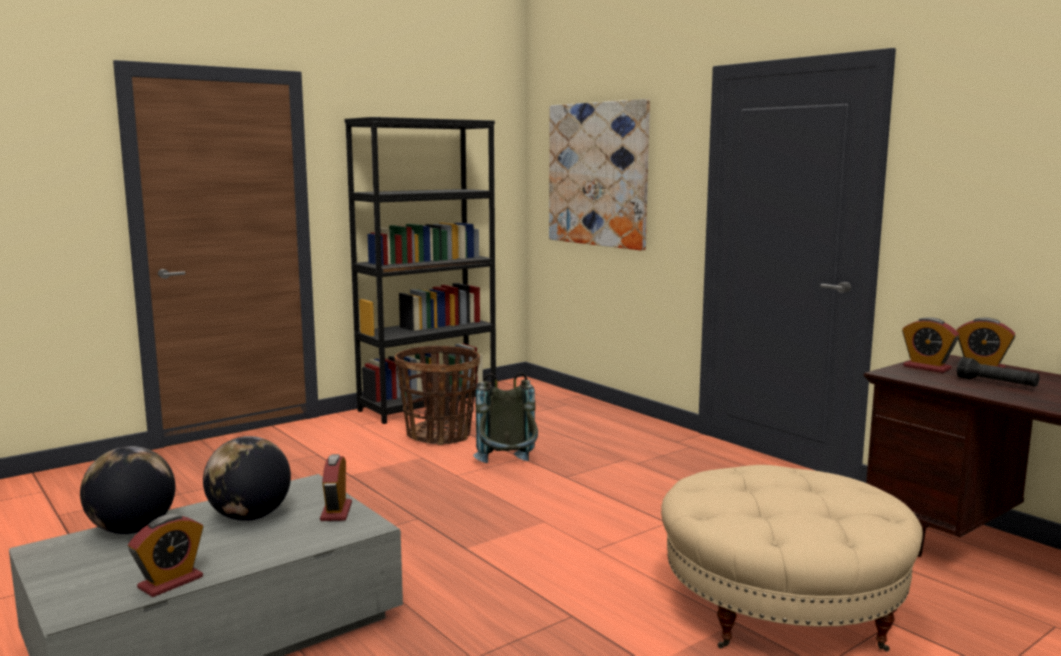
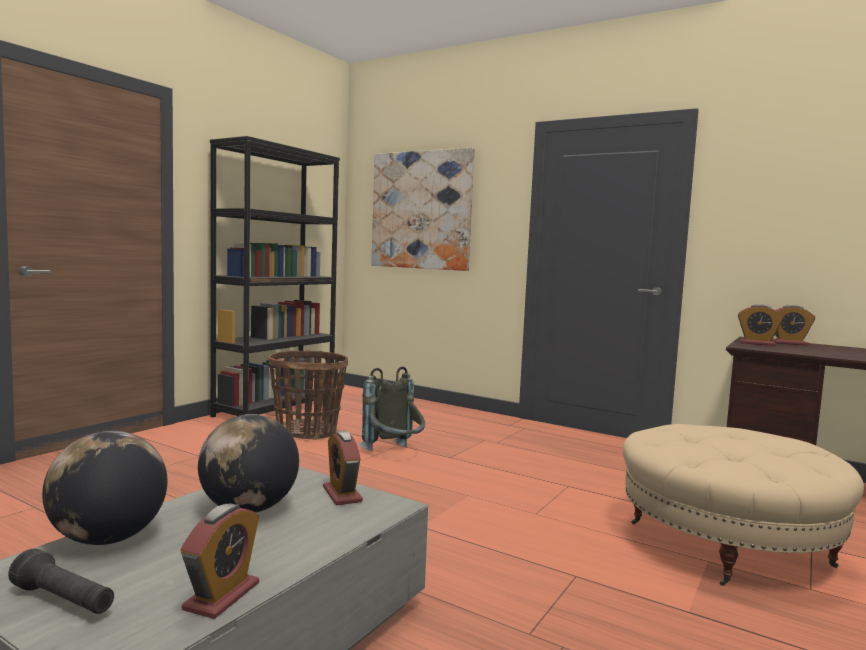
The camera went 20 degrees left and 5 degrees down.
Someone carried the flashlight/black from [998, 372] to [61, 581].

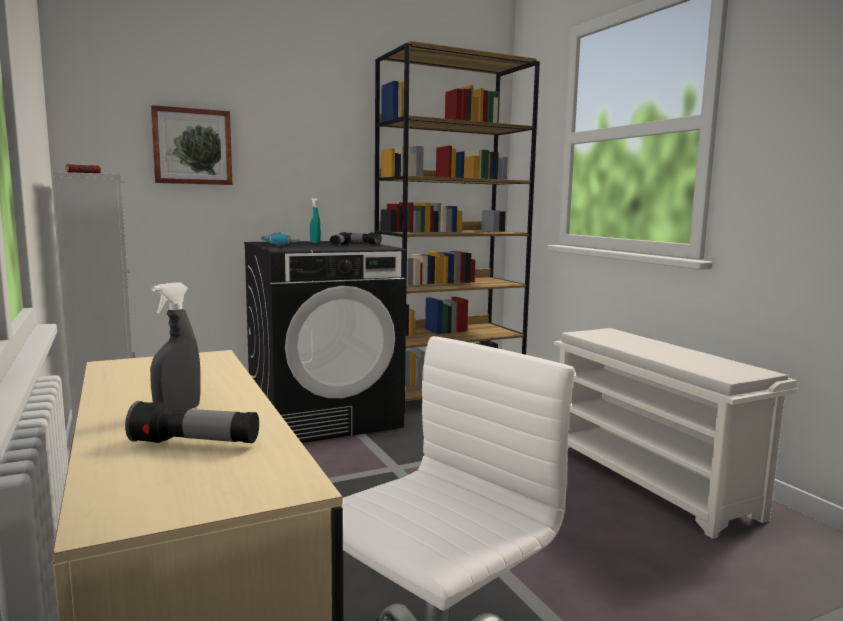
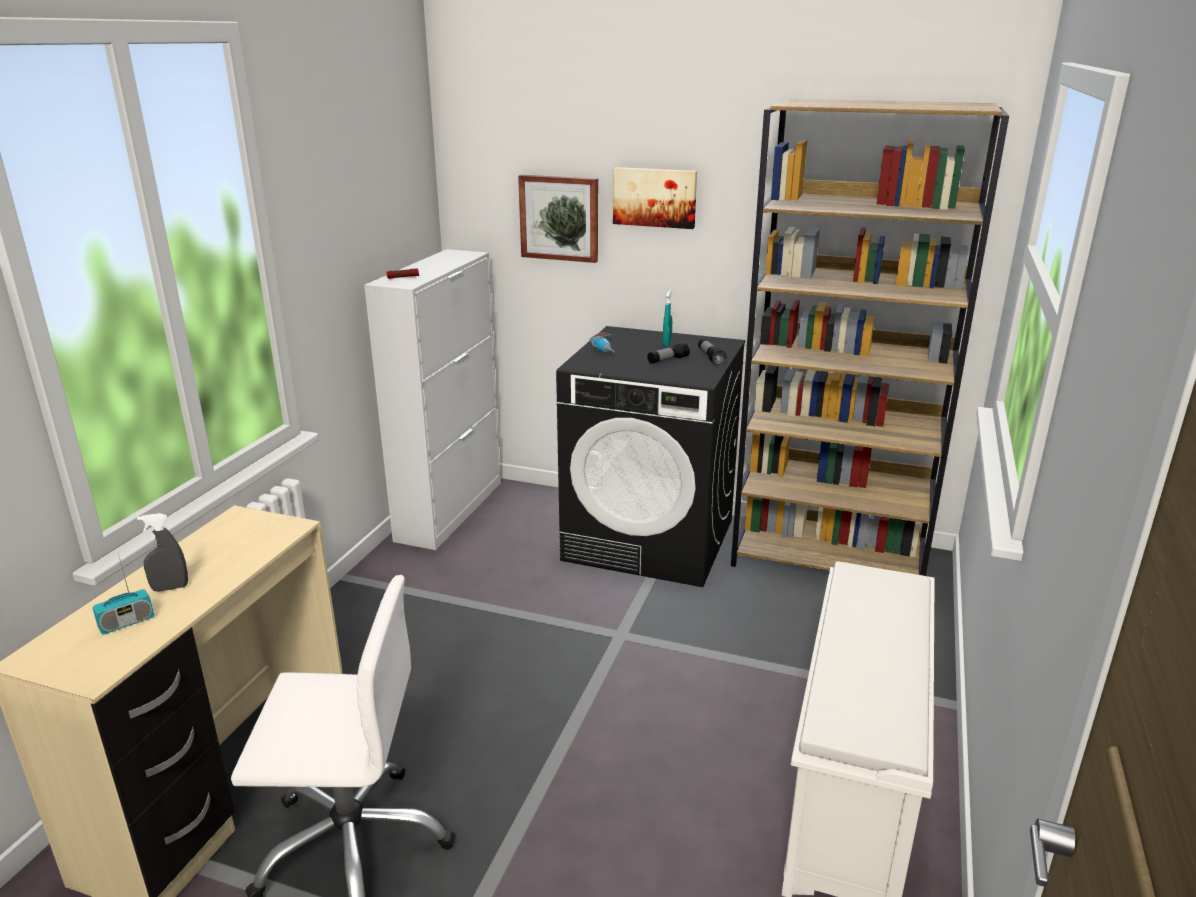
The camera went 45 degrees right and 15 degrees up.
Someone put up the picture at [655, 198].
Someone swapped the flashlight at [192, 422] for the radio at [123, 594].

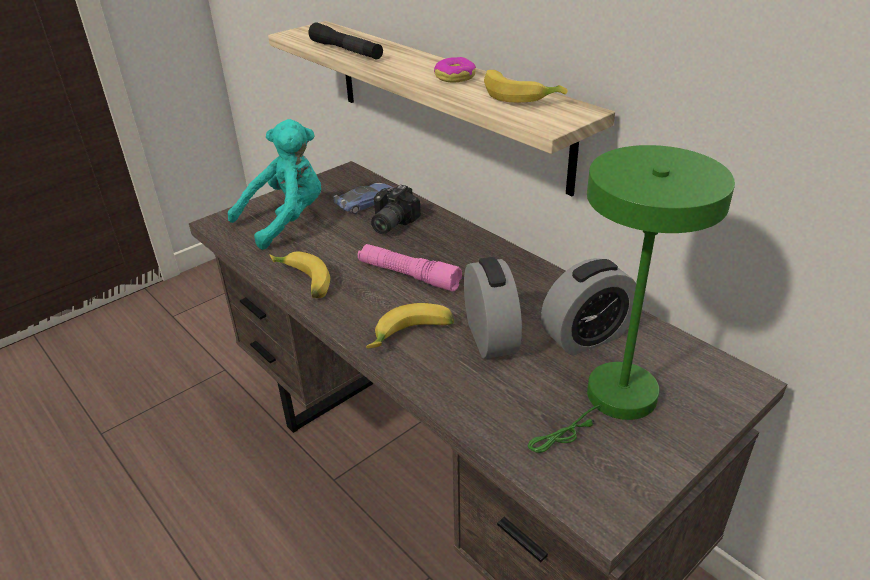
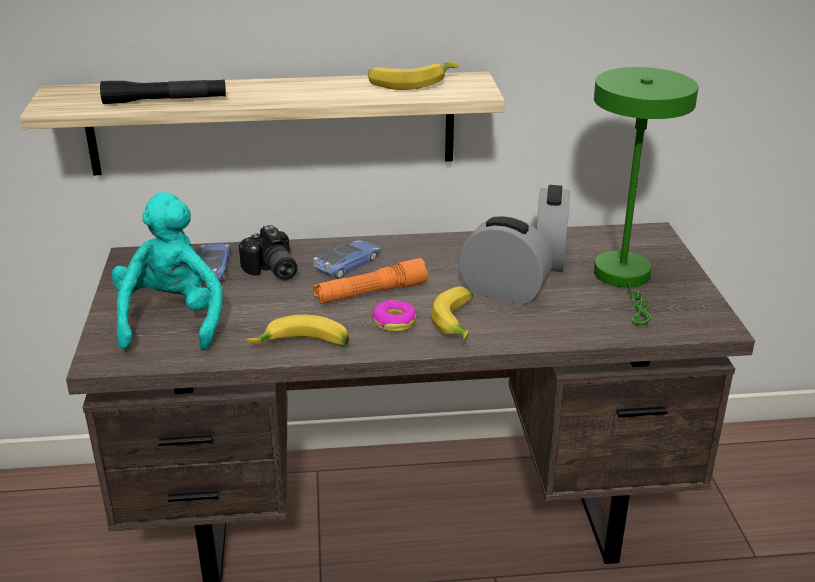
The camera went 55 degrees left and 5 degrees down.
Someone put down the toy car at [347, 259].
Someone carried the donut from [455, 70] to [394, 316].
Someone repainted the flashlight/pink at [410, 267], which became the flashlight/orange at [370, 281].

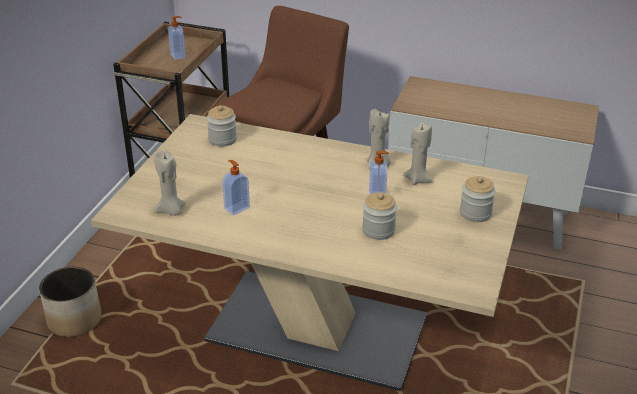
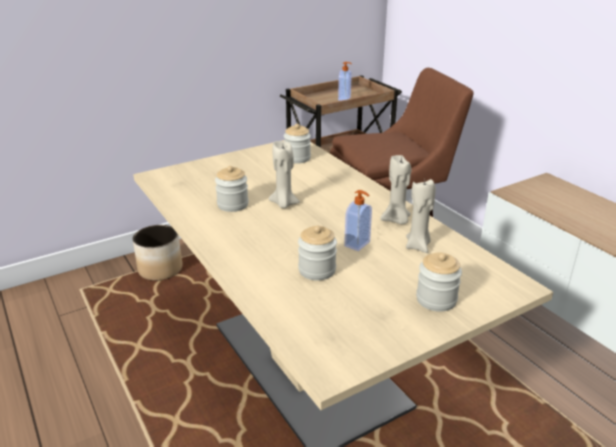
The camera went 40 degrees right and 5 degrees down.
Someone carried the candle/beige from [170, 183] to [284, 174].
Someone swapped the soap dispenser at [236, 187] for the jar at [232, 189].

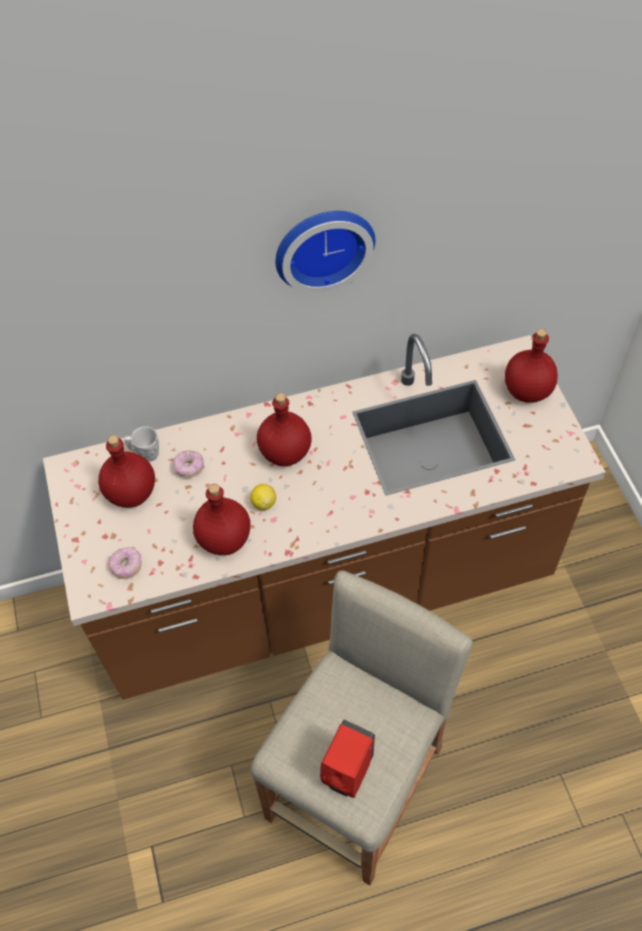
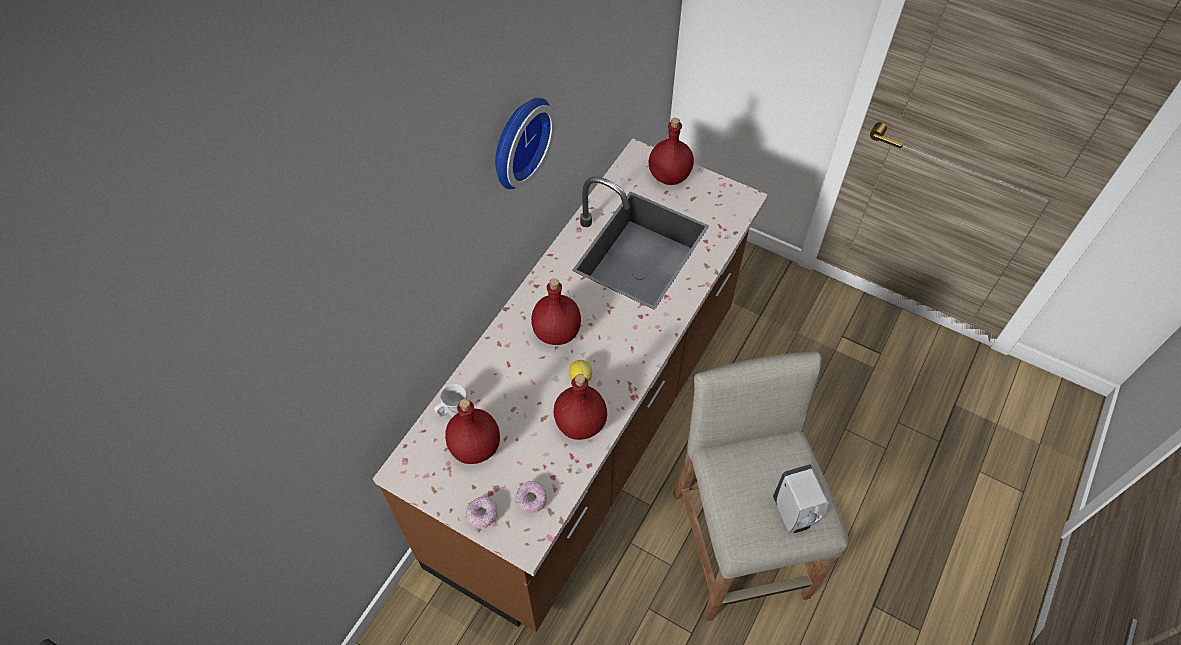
The camera went 45 degrees left and 0 degrees up.
Someone carried the donut from [188, 464] to [482, 512].
Someone repainted the soap dispenser/red at [347, 759], which became the soap dispenser/white at [801, 499].

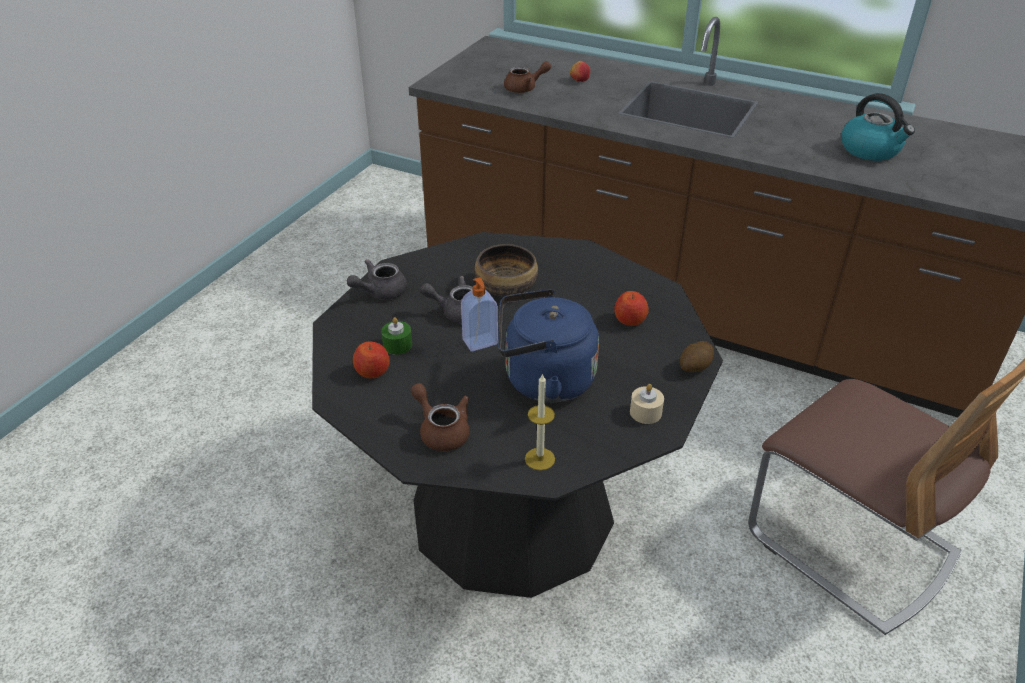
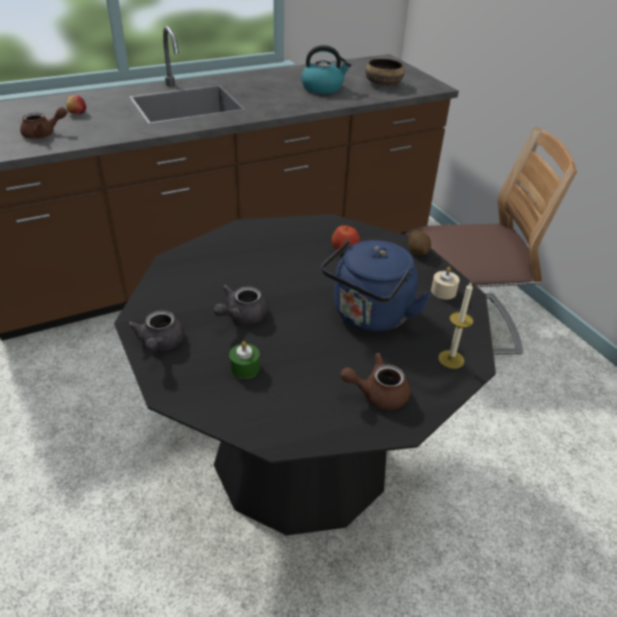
The camera went 55 degrees left and 0 degrees up.
Someone took away the apple at [371, 360].
Someone took away the soap dispenser at [479, 314].
Someone carried the bowl from [506, 270] to [384, 72].
Someone rotated the teapot/brown at [527, 77] by 45 degrees clockwise.

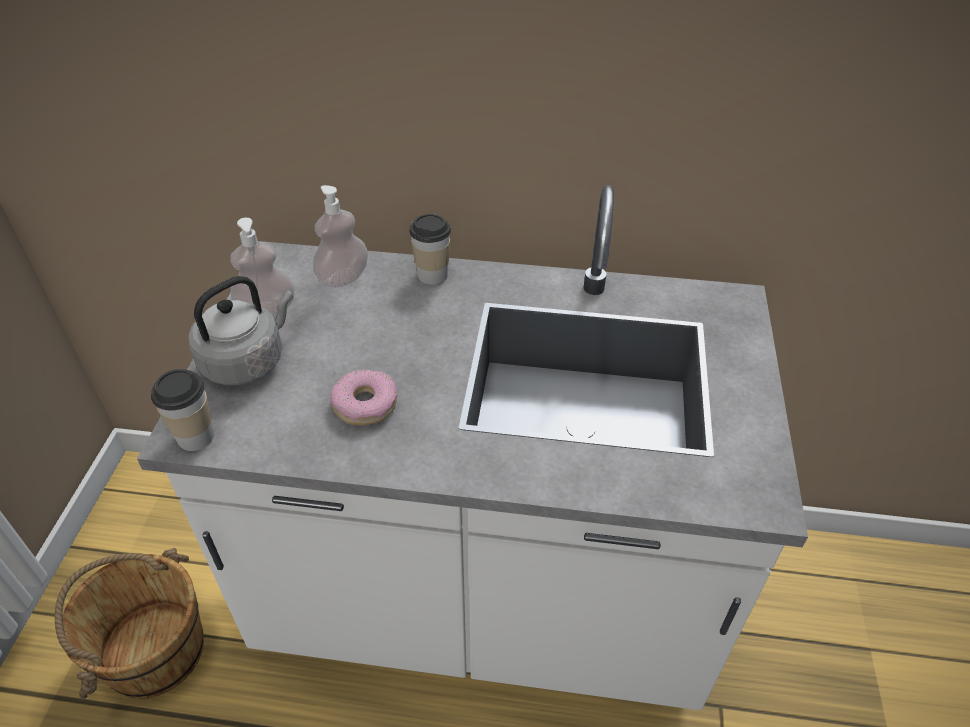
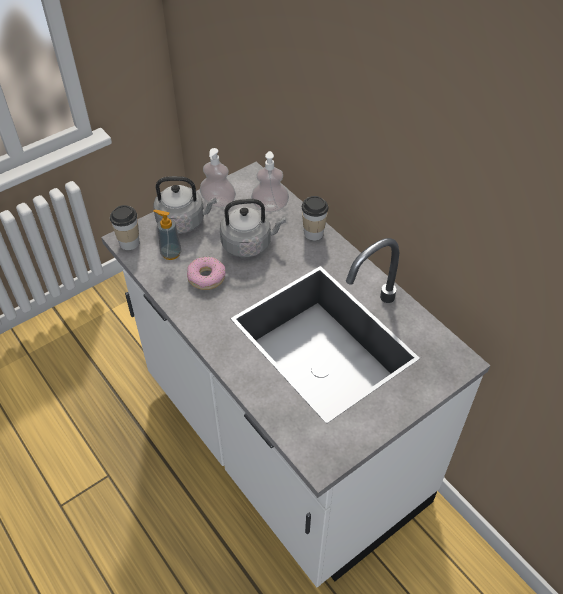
The camera went 45 degrees right and 5 degrees up.
Someone took away the bucket/brown at [129, 624].
Someone put down the soap dispenser at [168, 235].
Someone put down the kettle/grey at [253, 228].

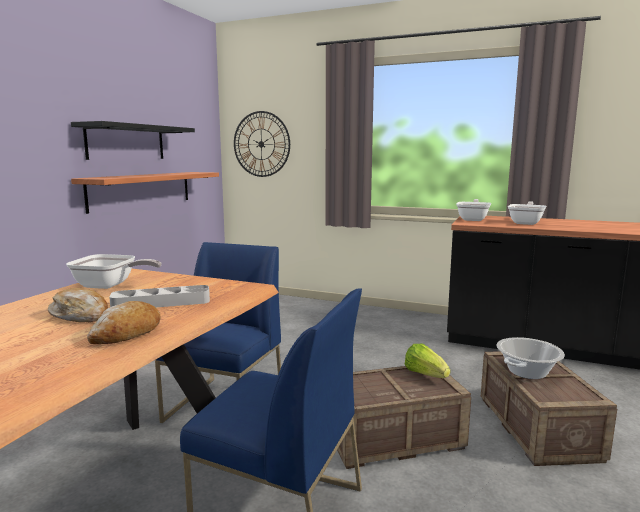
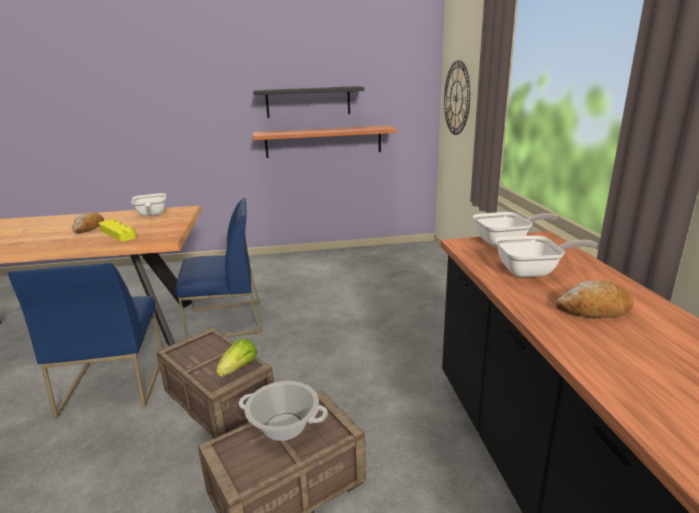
The camera went 60 degrees right and 10 degrees up.
Someone carried the bread from [124, 322] to [594, 299].
Someone repainted the tray/grey at [159, 296], which became the tray/yellow at [118, 230].

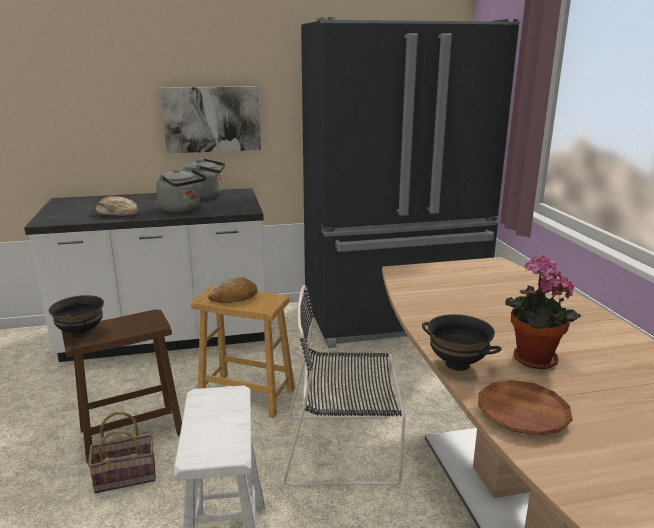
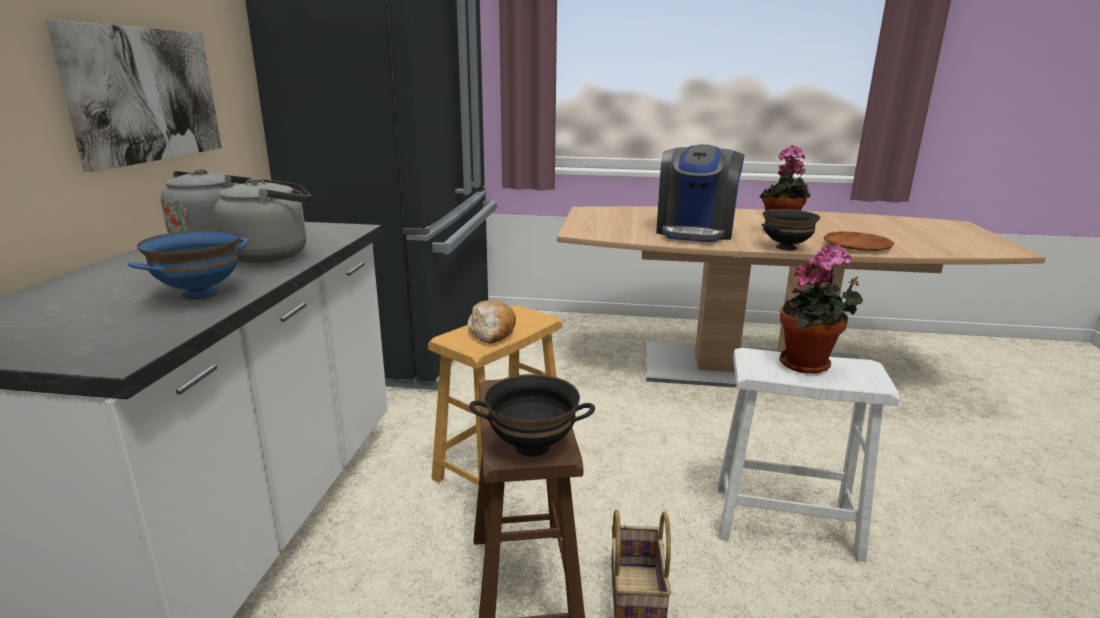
The camera went 70 degrees left and 0 degrees up.
Someone took away the chair/black at [344, 386].
Someone put down the coffee machine at [700, 193].
Someone put down the potted plant at [821, 309].
Someone swapped the bread at [117, 206] for the bowl/blue at [188, 264].

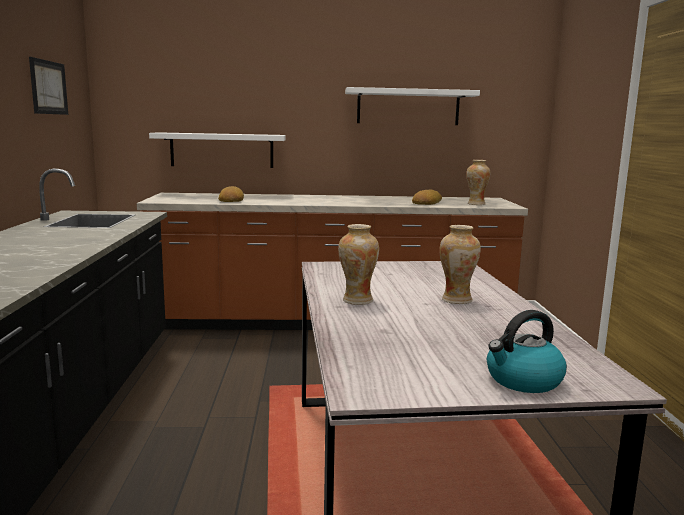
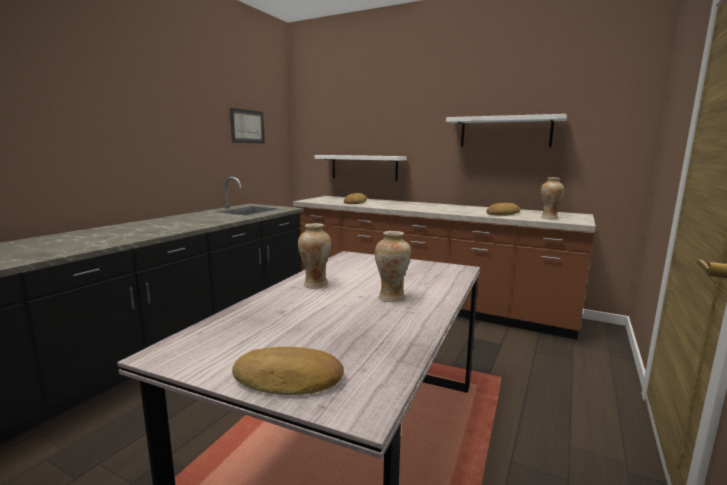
The camera went 30 degrees right and 0 degrees up.
Someone swapped the kettle at [527, 351] for the bread at [288, 371].

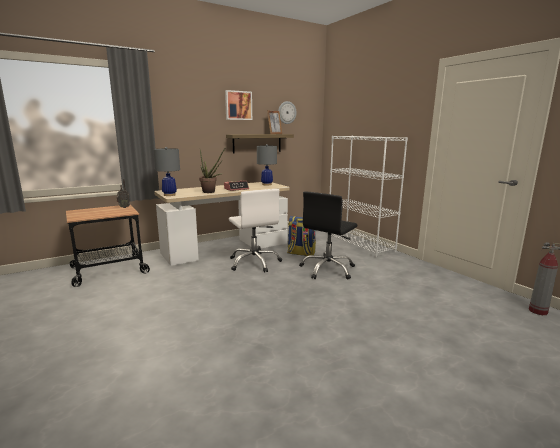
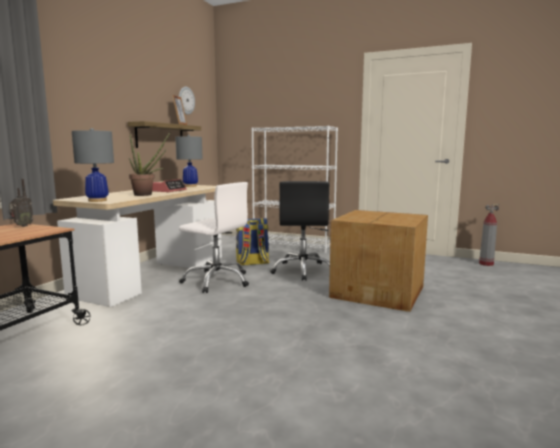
The camera went 35 degrees left and 5 degrees down.
Someone took away the picture at [238, 105].
Someone put down the cardboard box at [378, 261].

